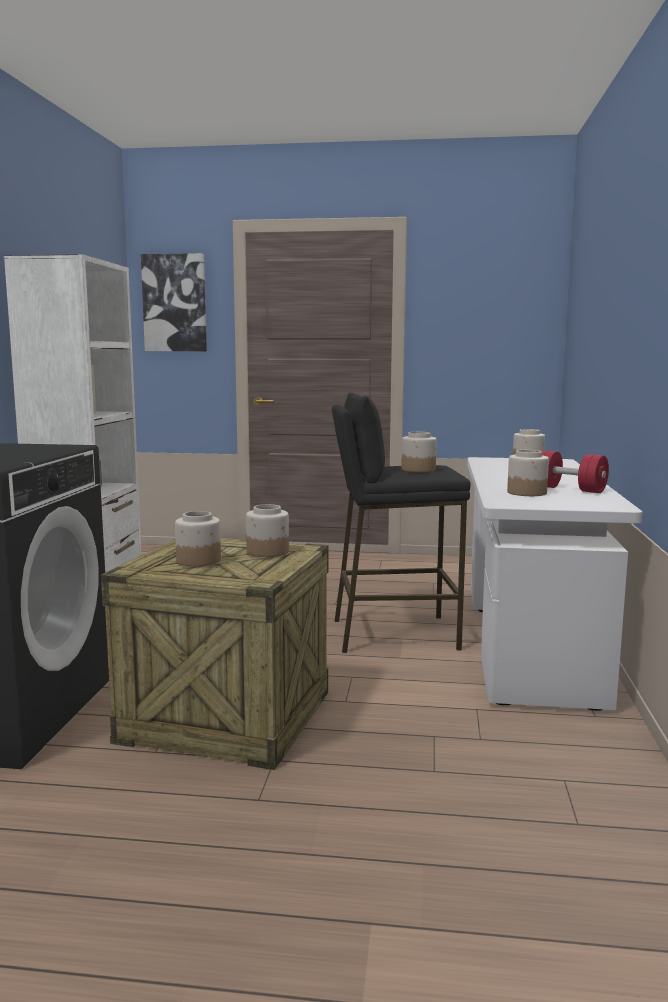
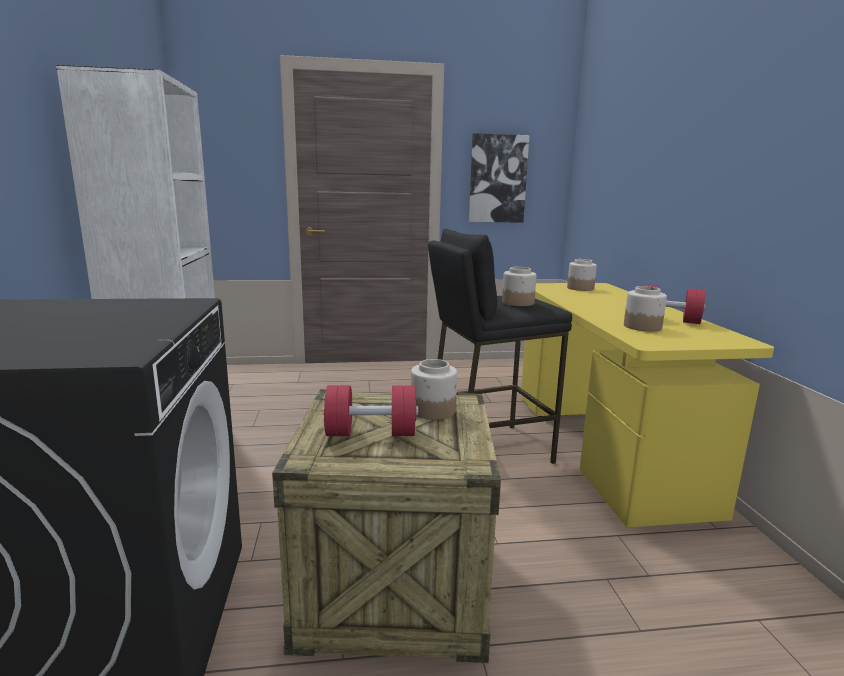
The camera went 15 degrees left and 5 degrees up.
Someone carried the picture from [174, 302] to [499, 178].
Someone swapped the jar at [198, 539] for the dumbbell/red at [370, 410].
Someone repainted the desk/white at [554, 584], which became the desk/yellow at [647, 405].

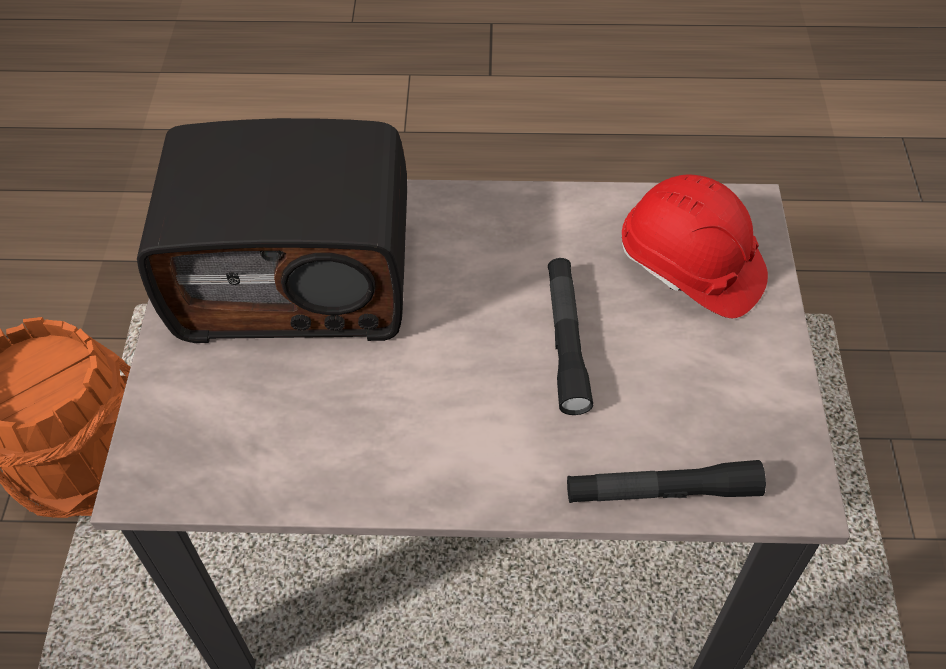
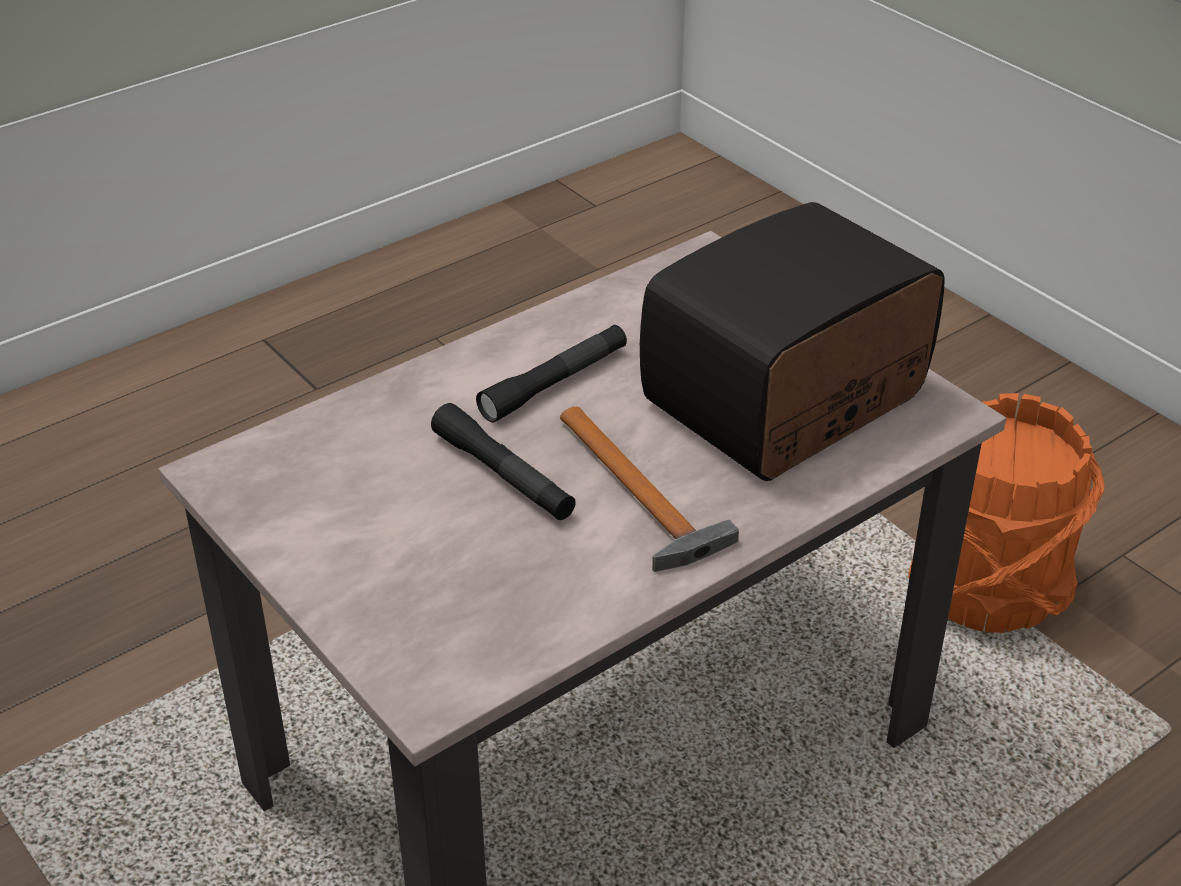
The camera went 140 degrees right and 15 degrees down.
Someone took away the hard hat/red at [695, 246].
Someone put down the hammer at [649, 489].
Someone carried the flashlight/black from [666, 481] to [551, 374].

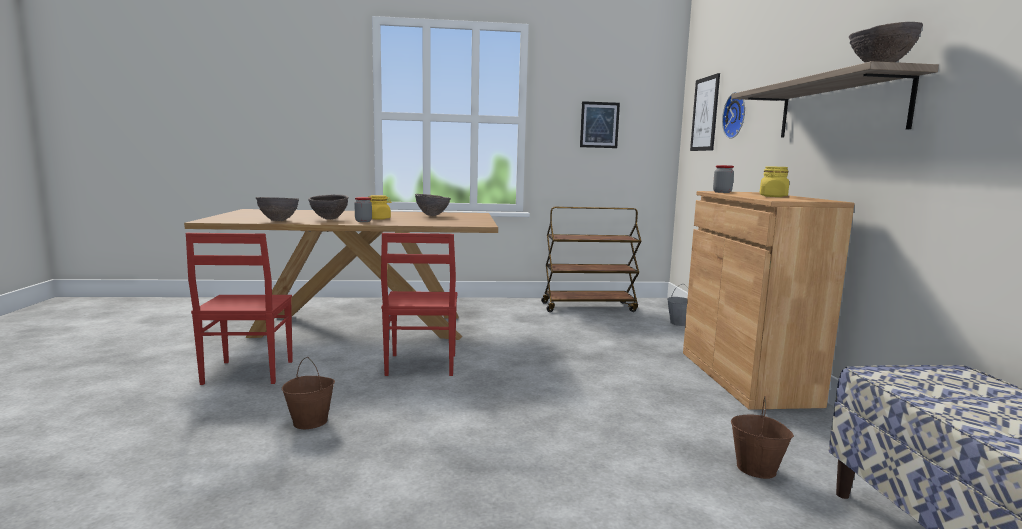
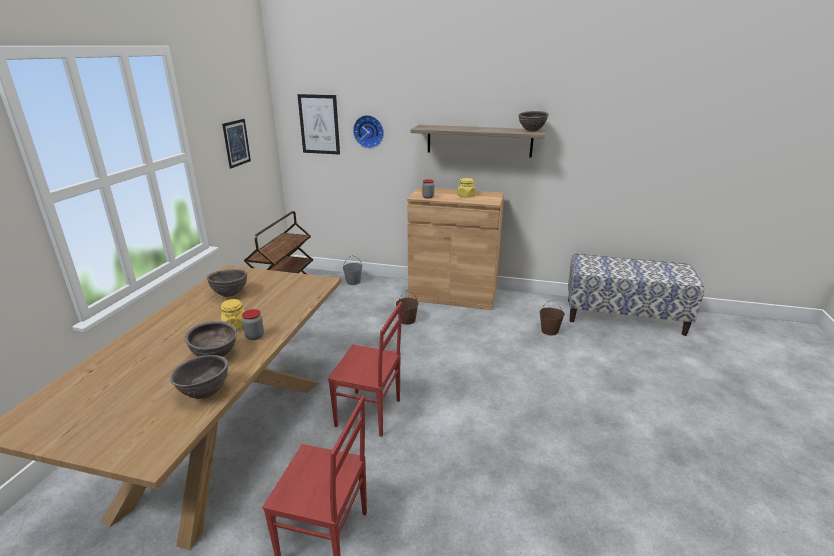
The camera went 70 degrees left and 15 degrees up.
Someone carried the bucket/brown from [308, 393] to [407, 308].

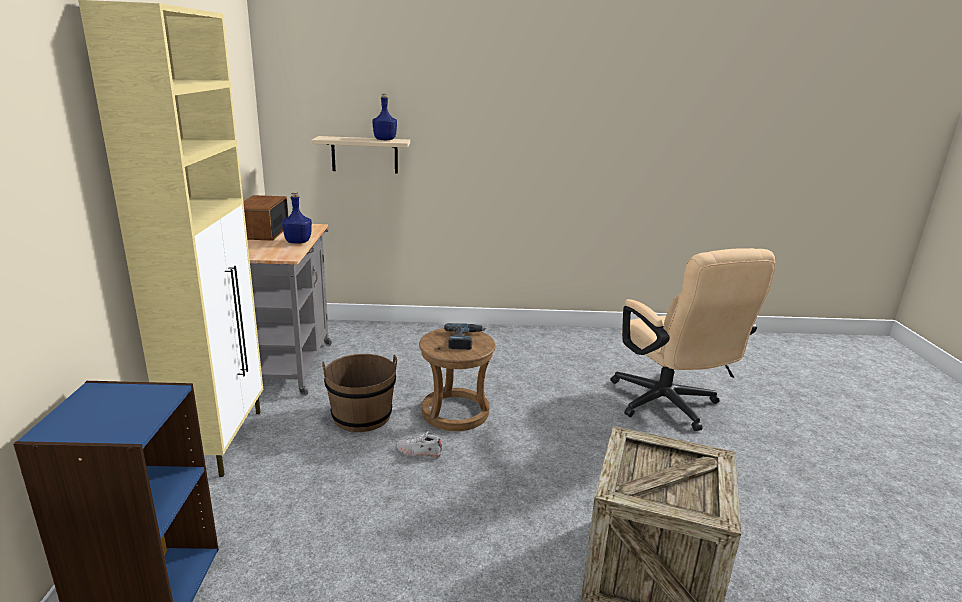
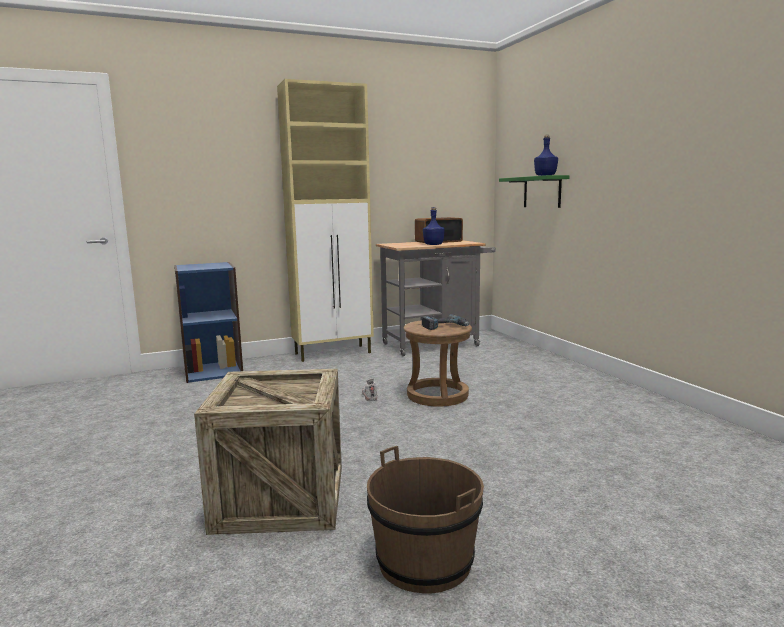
The camera went 70 degrees right and 10 degrees down.
Someone took away the office chair/beige at [692, 339].
Someone carried the bucket/brown from [359, 393] to [425, 520].
Someone repainted the shelf/beige at [360, 155], which became the shelf/green at [534, 191].

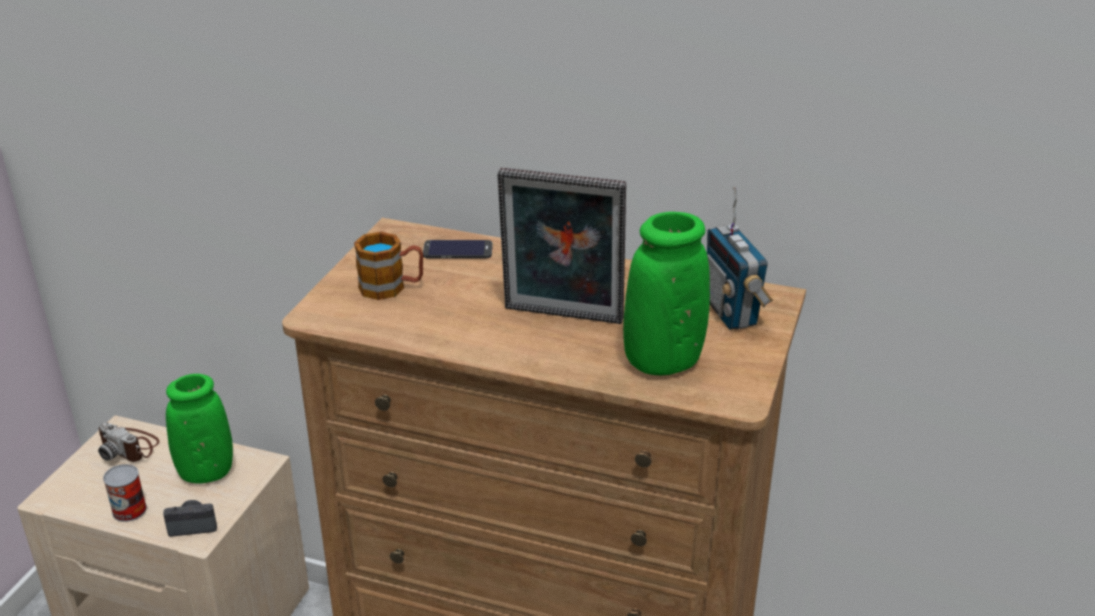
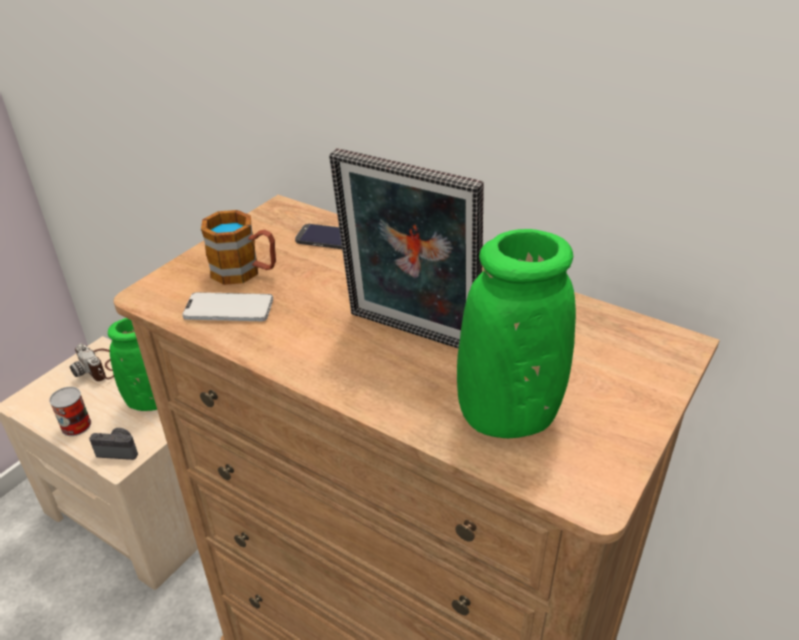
The camera went 15 degrees right and 5 degrees up.
Someone took away the radio at [740, 258].
Someone put down the phone at [227, 306].

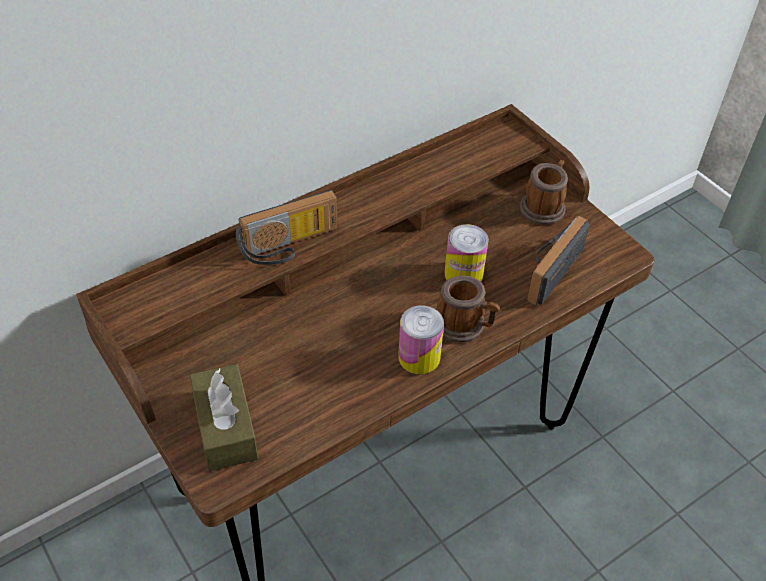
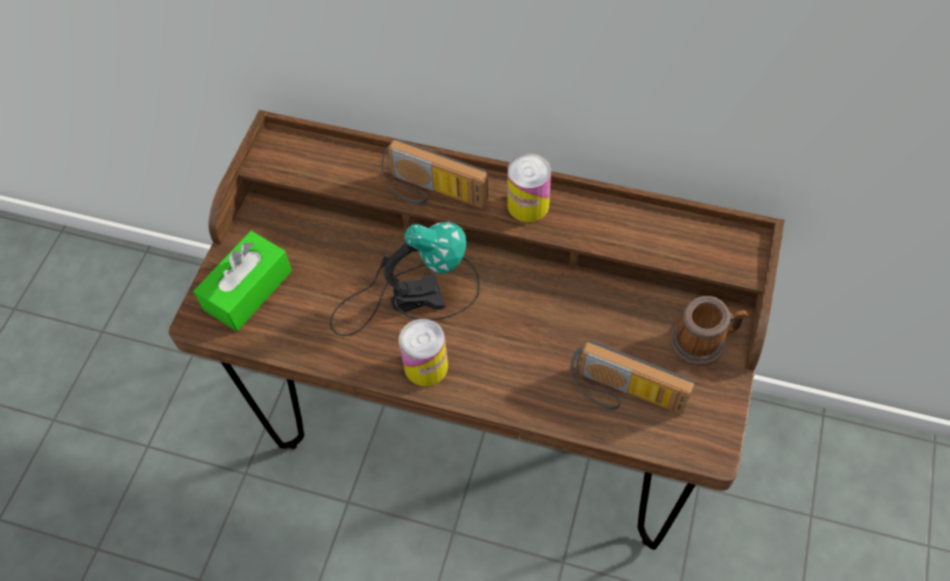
The camera went 55 degrees right and 10 degrees up.
Someone took away the mug at [468, 309].
Someone put down the table lamp at [405, 279].
Someone carried the can from [466, 253] to [529, 187].
Someone repainted the tissue box/brown at [224, 417], which became the tissue box/green at [243, 281].
Someone rotated the radio at [558, 261] by 150 degrees counterclockwise.

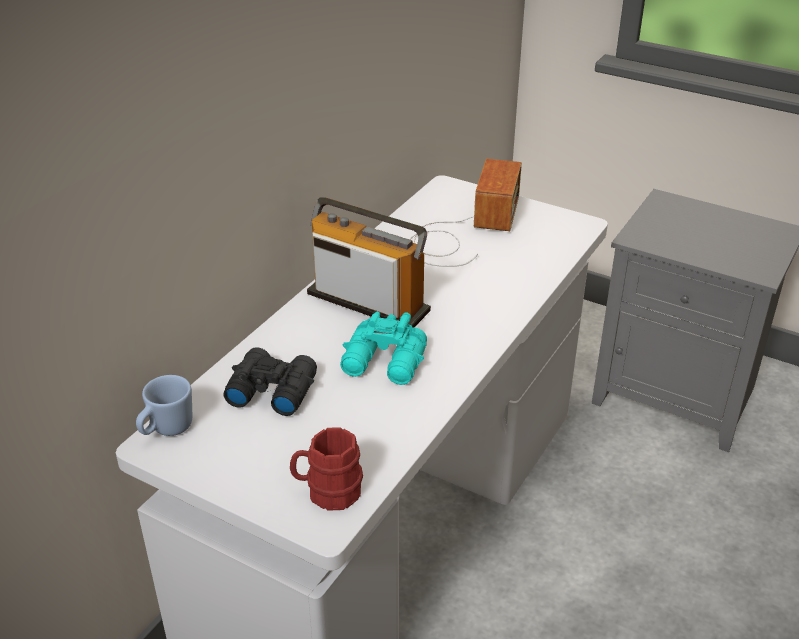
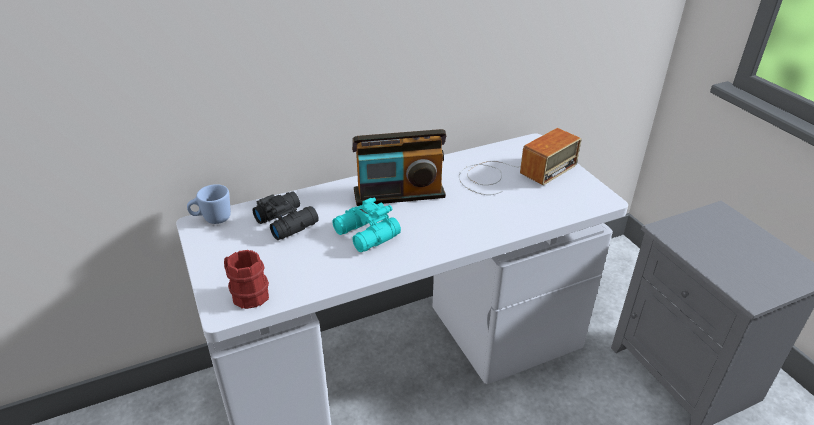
The camera went 35 degrees right and 0 degrees up.
Someone rotated the radio at [369, 262] by 105 degrees clockwise.

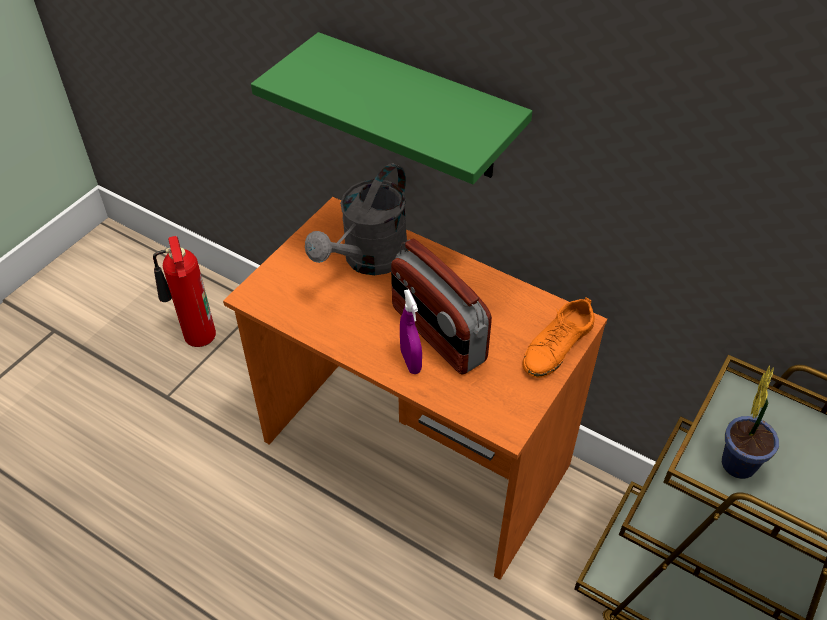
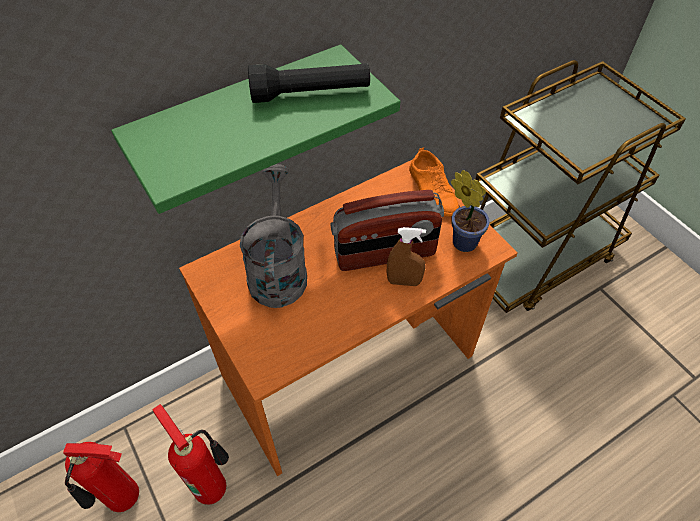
The camera went 65 degrees left and 5 degrees up.
Someone put down the fire extinguisher at [191, 454].
Someone put down the flashlight/black at [309, 83].
Someone carried the potted plant from [750, 422] to [470, 211].
Someone repainted the spray bottle/purple at [411, 331], which became the spray bottle/brown at [406, 256].
Someone rotated the watering can/grey at [357, 219] by 150 degrees counterclockwise.

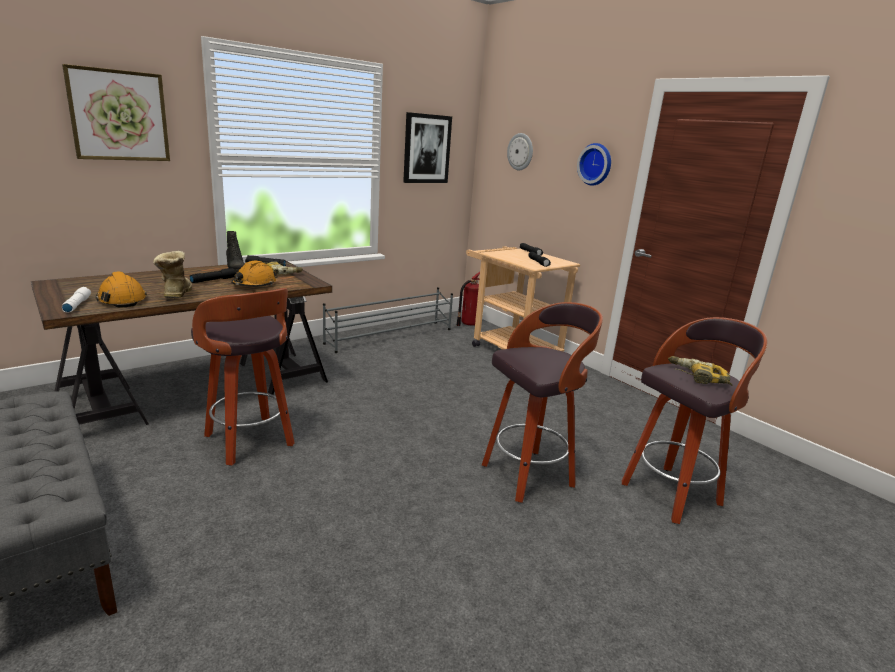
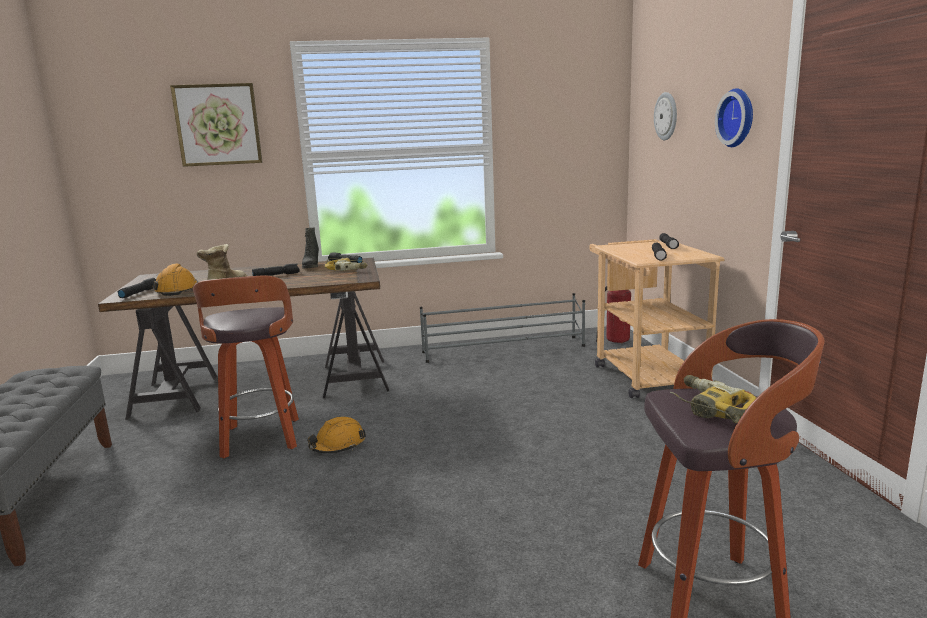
The camera went 30 degrees right and 5 degrees down.
Someone took away the picture at [427, 147].
Someone took away the stool at [542, 402].
Someone carried the hard hat/orange from [254, 274] to [336, 435].
Someone repainted the flashlight/white at [76, 299], which became the flashlight/black at [137, 288].

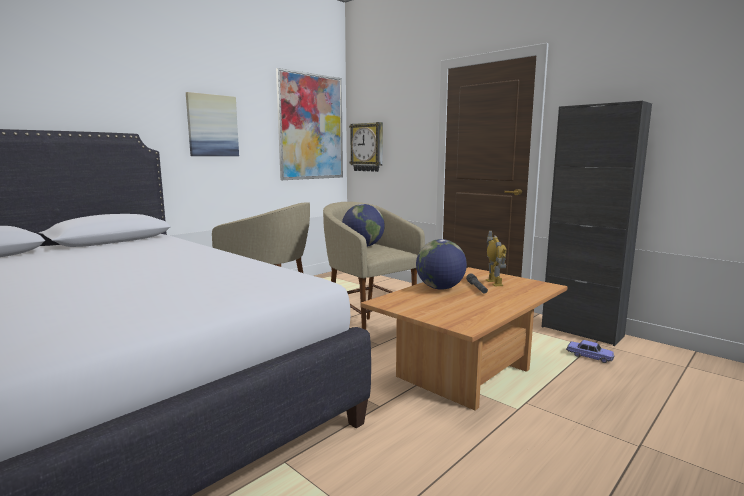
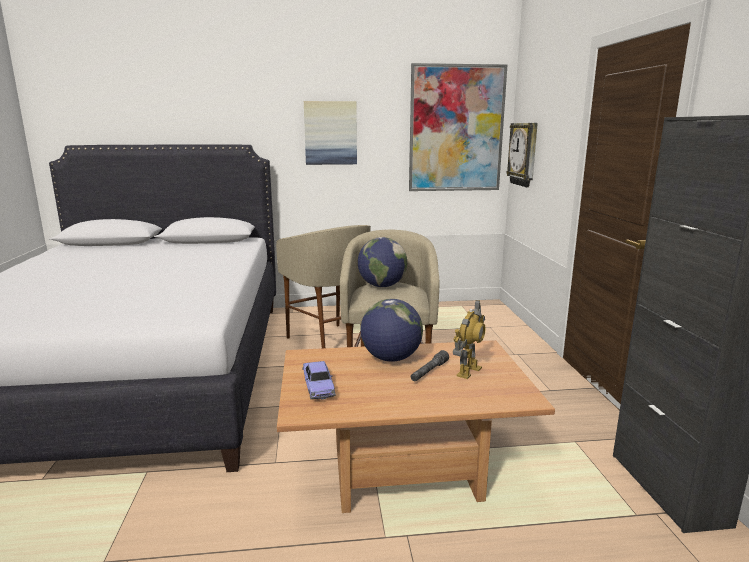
The camera went 40 degrees right and 5 degrees up.
Someone carried the toy car from [590, 351] to [319, 380].

